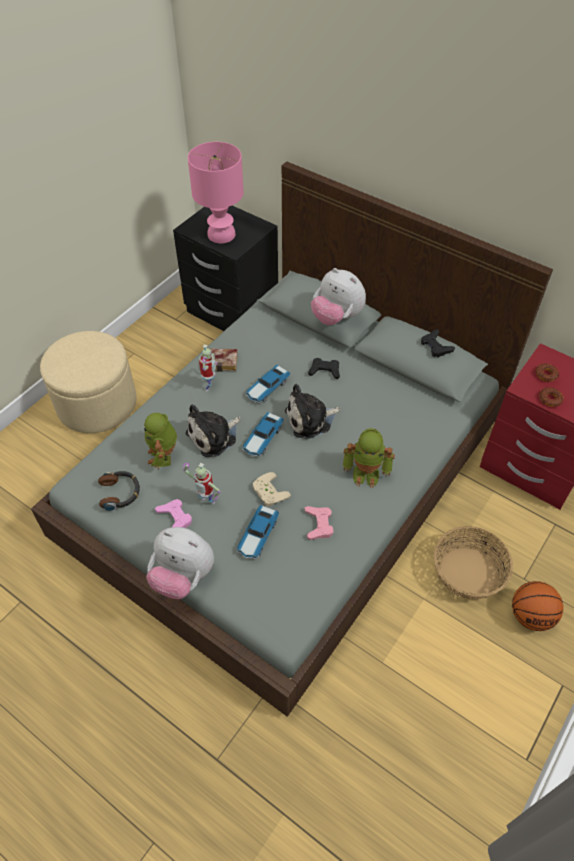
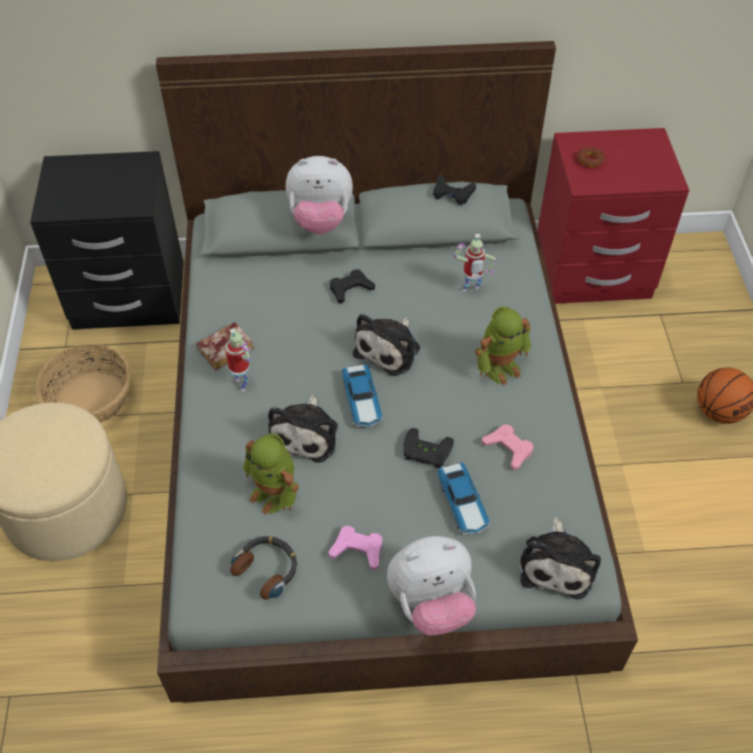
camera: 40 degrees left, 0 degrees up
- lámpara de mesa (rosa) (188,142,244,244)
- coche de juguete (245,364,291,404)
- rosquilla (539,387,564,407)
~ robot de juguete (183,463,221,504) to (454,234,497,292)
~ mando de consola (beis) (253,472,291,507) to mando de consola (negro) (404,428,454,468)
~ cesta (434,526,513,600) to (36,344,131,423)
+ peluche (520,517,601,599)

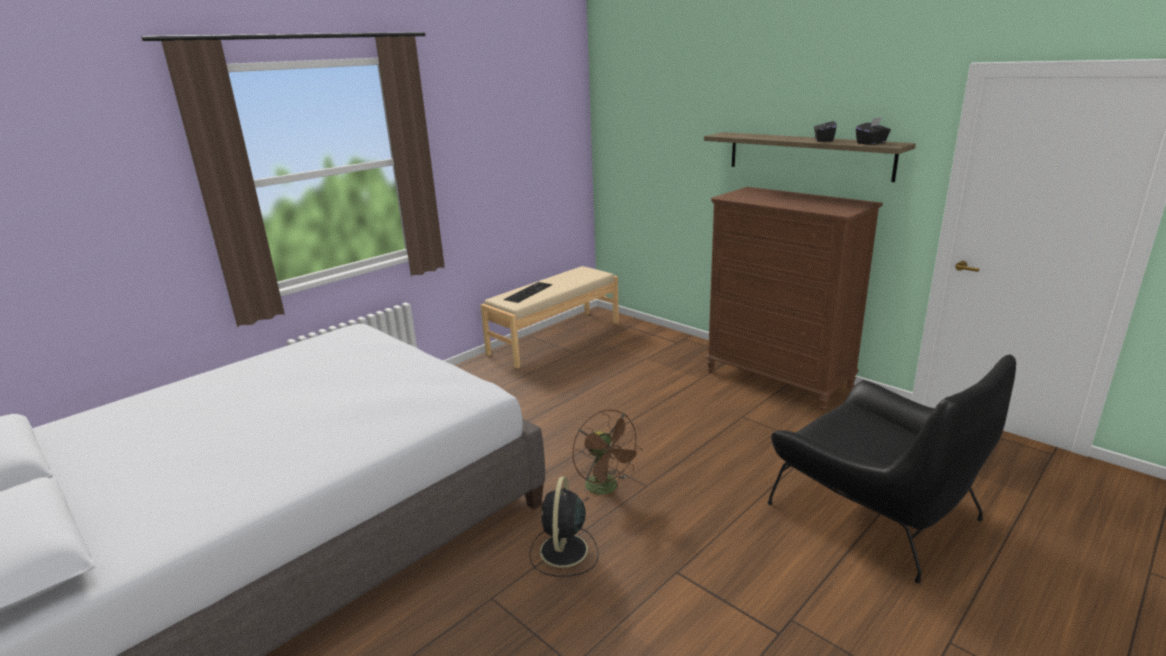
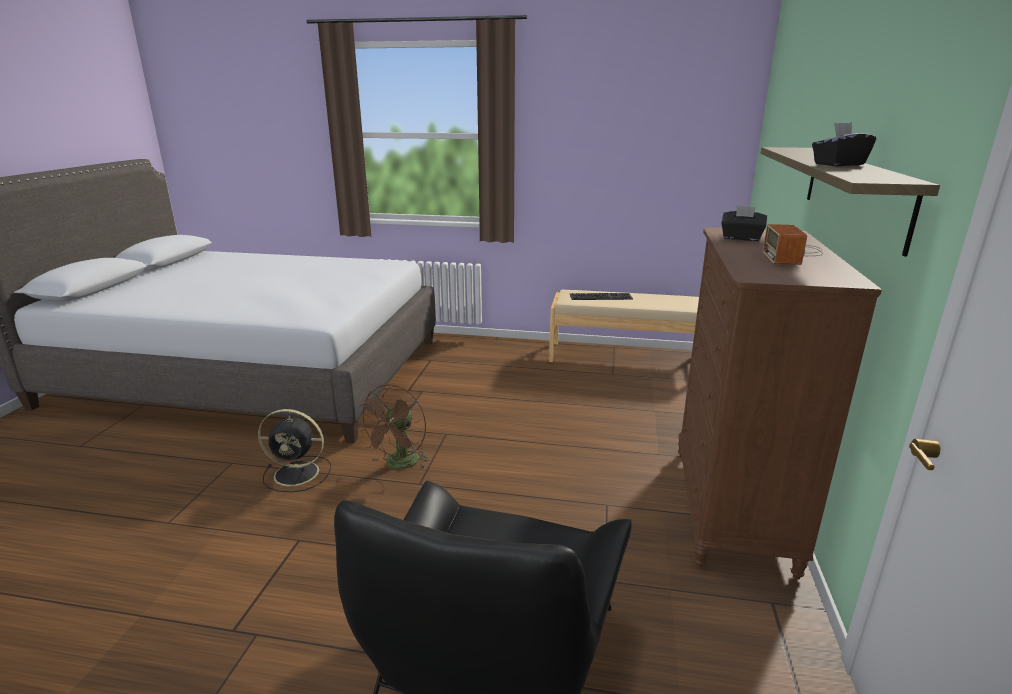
camera: 55 degrees right, 0 degrees up
~ caja de pañuelos (negro) (856,117,891,145) to (721,205,767,241)
~ ventilador (negro) (529,476,599,577) = (258,409,331,492) 150 degrees counterclockwise
+ radio (763,224,823,265)

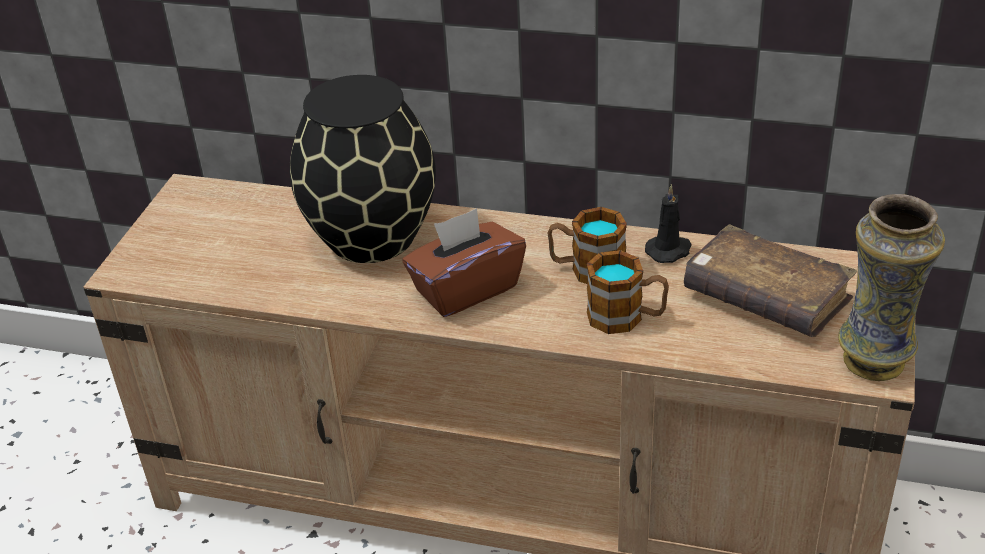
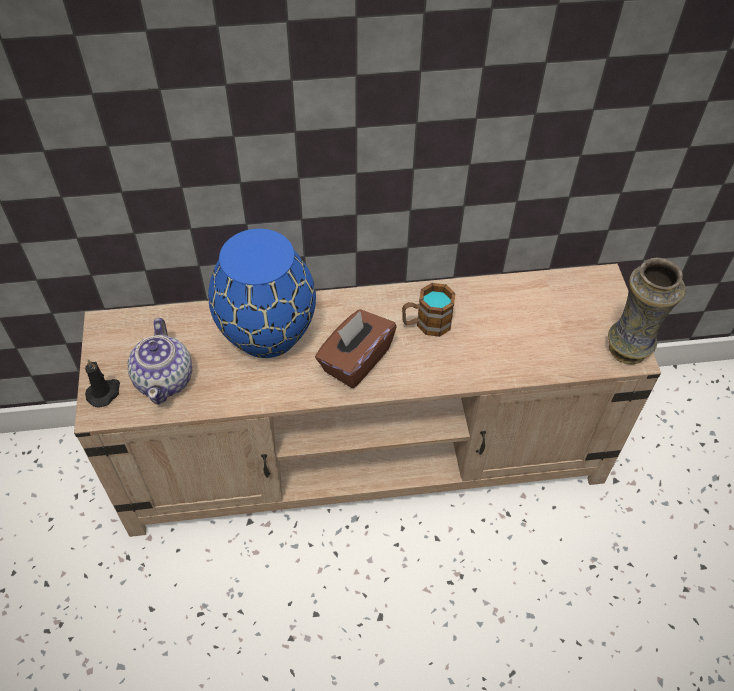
camera: 25 degrees left, 15 degrees up
~ florero (negro) (290,75,436,263) to florero (azul) (208,229,316,358)
~ vela (negro) (645,184,692,263) to (85,359,120,408)
- libro (marrón) (684,225,857,337)
- taza grande (587,250,669,334)
+ tetera (128,318,192,405)

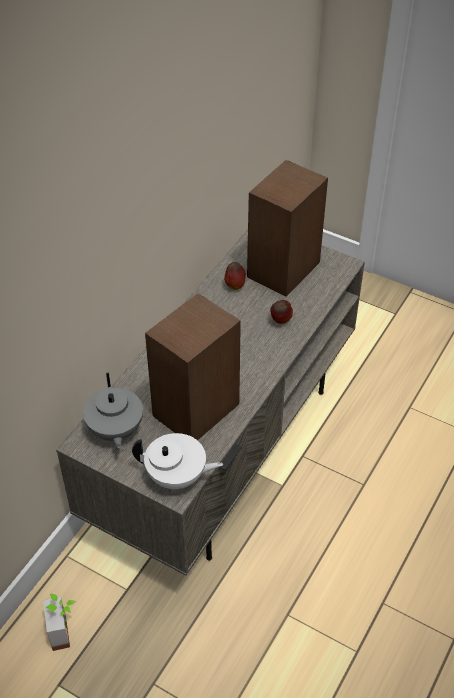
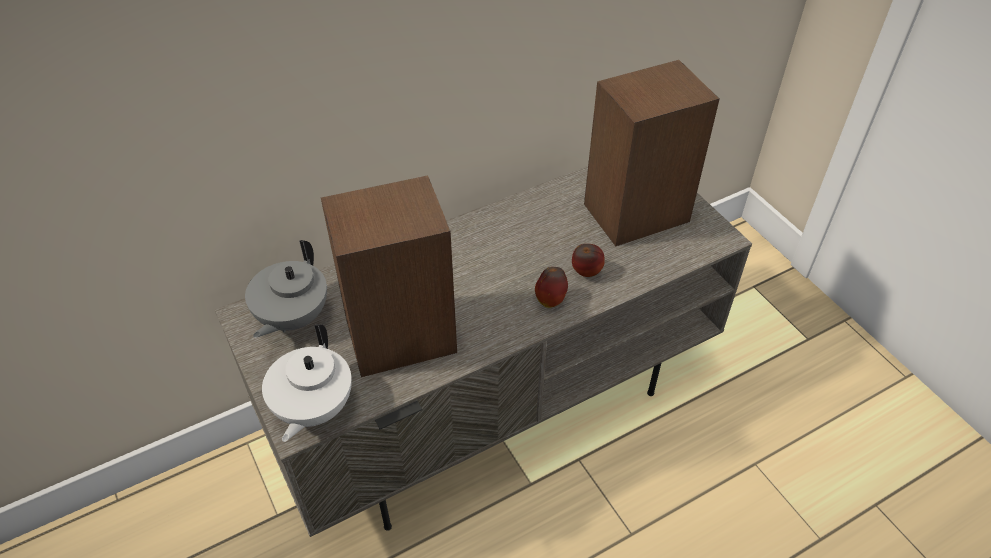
camera: 30 degrees right, 0 degrees up
~ manzana (224,262,246,290) to (535,267,568,308)
~ tetera (blanco) (132,433,223,490) = (262,324,352,442) 60 degrees clockwise
- planta en maceta (43,594,76,651)

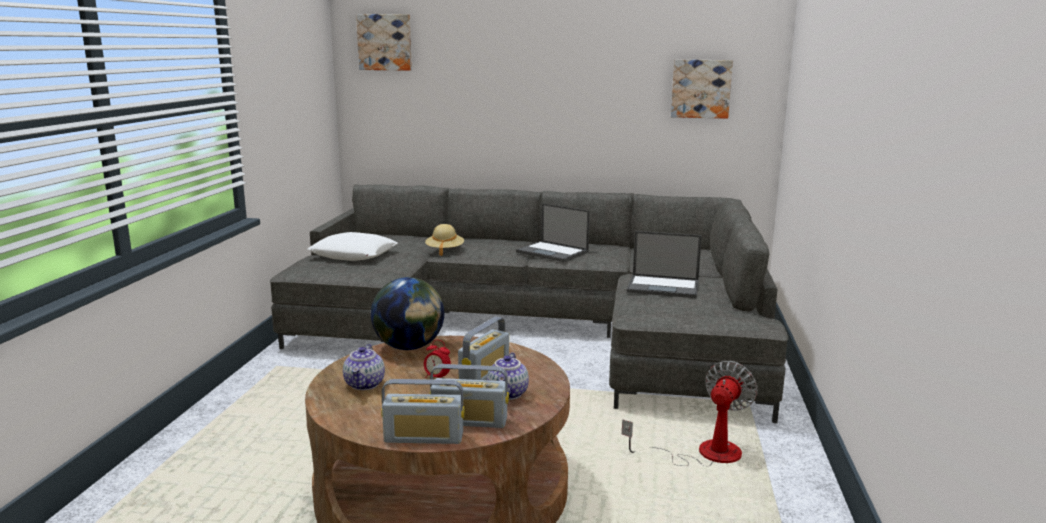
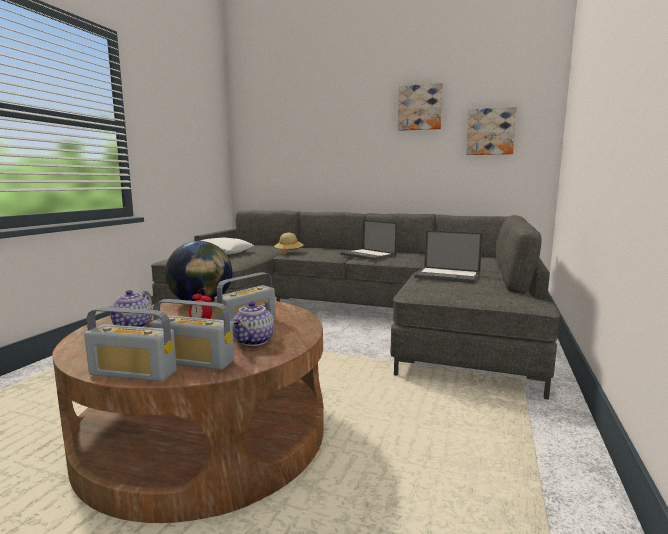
camera: 10 degrees right, 5 degrees down
~ cuadro (356,14,412,71) to (398,83,443,131)
- ventilador (622,361,758,466)

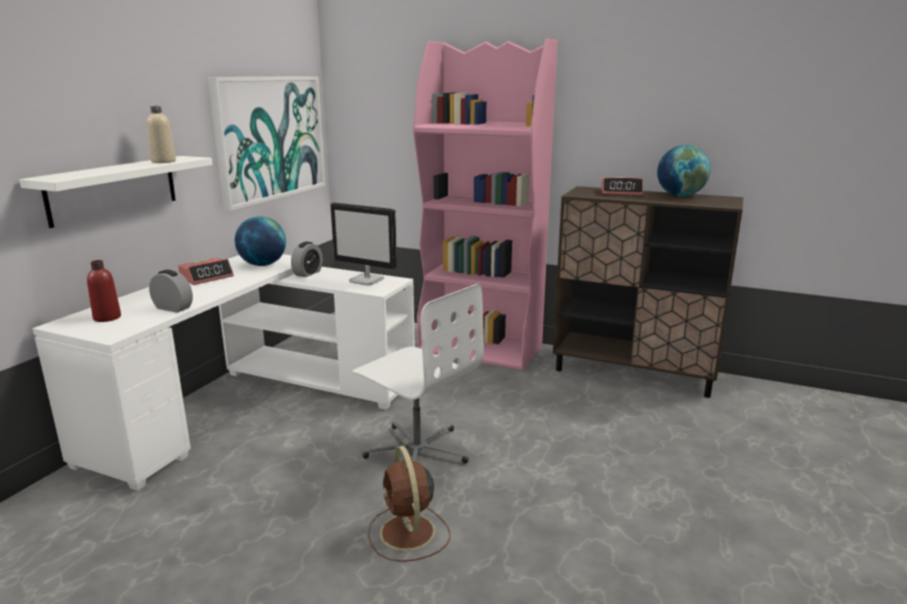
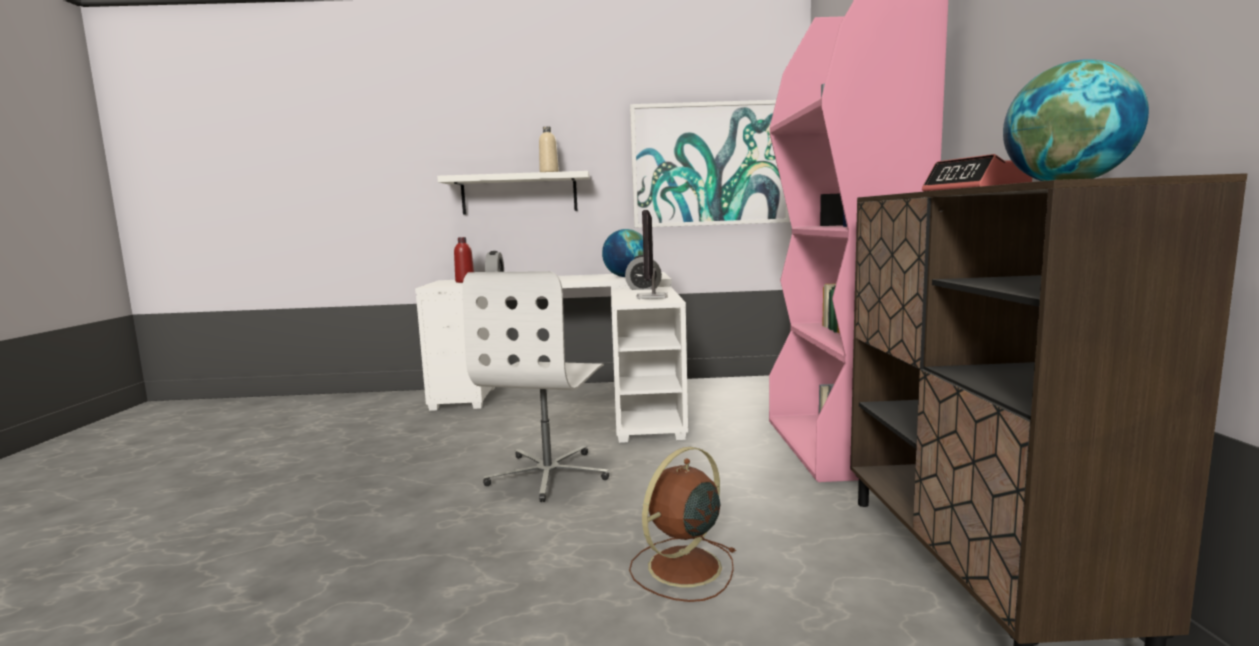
camera: 65 degrees right, 10 degrees down
- despertador (178,258,234,285)
~ ventilador (marrón) (368,446,450,562) to (629,447,736,602)

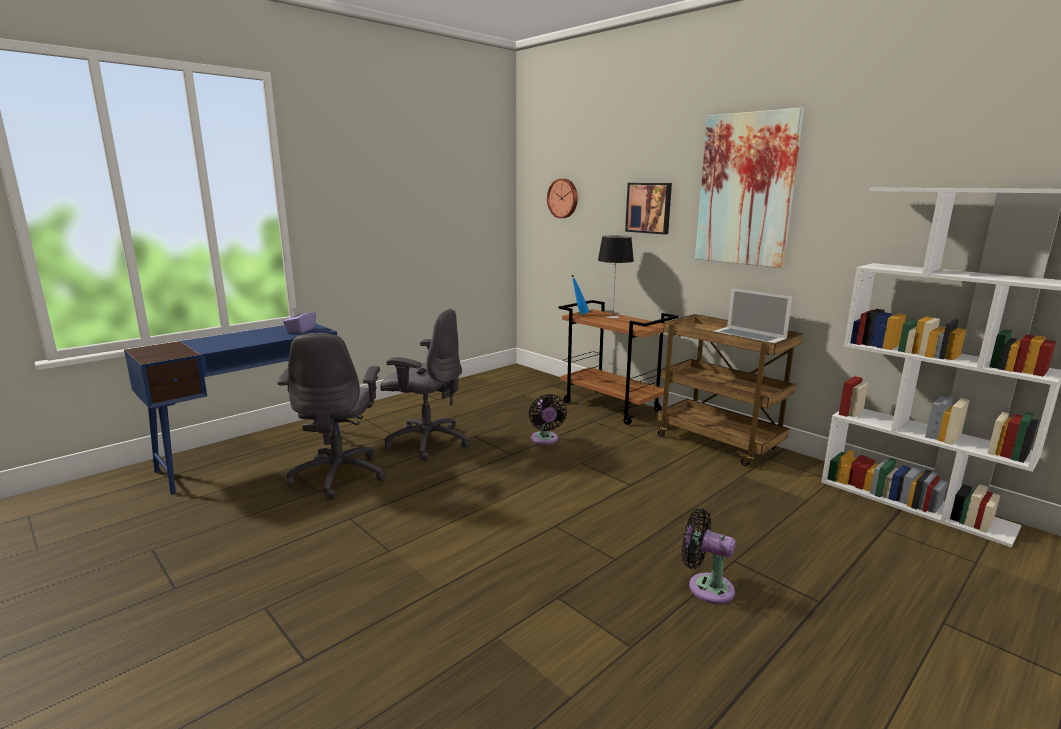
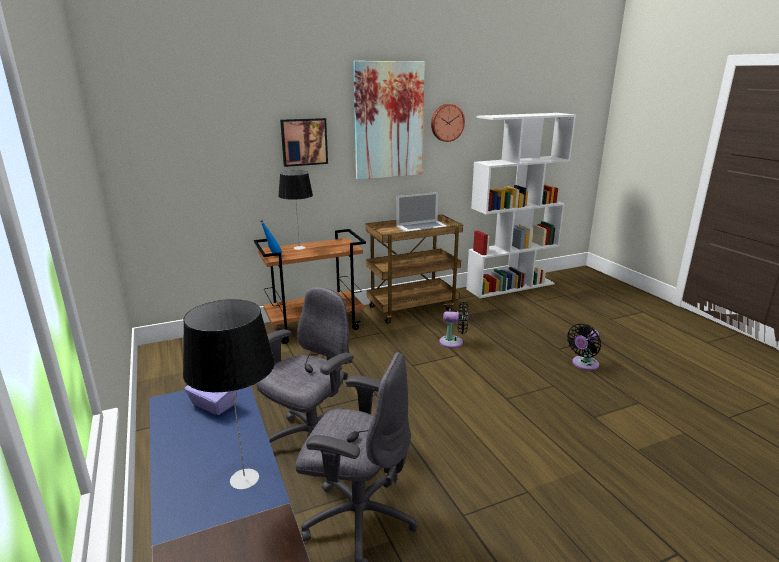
camera: 70 degrees left, 5 degrees up
~ reloj de pared (547,179,578,218) to (431,104,465,142)
~ ventilador (negro) (529,394,567,444) to (439,302,469,348)
+ lámpara de mesa (183,299,275,489)

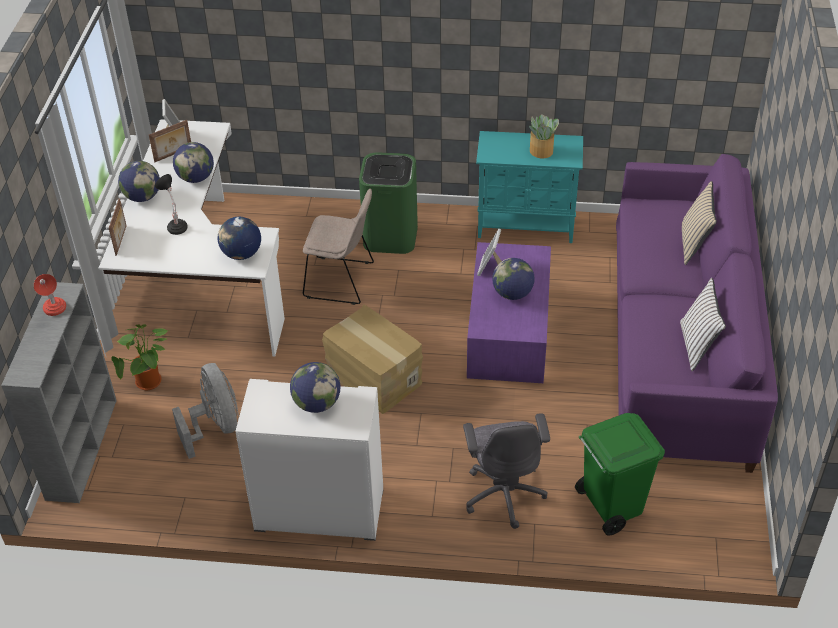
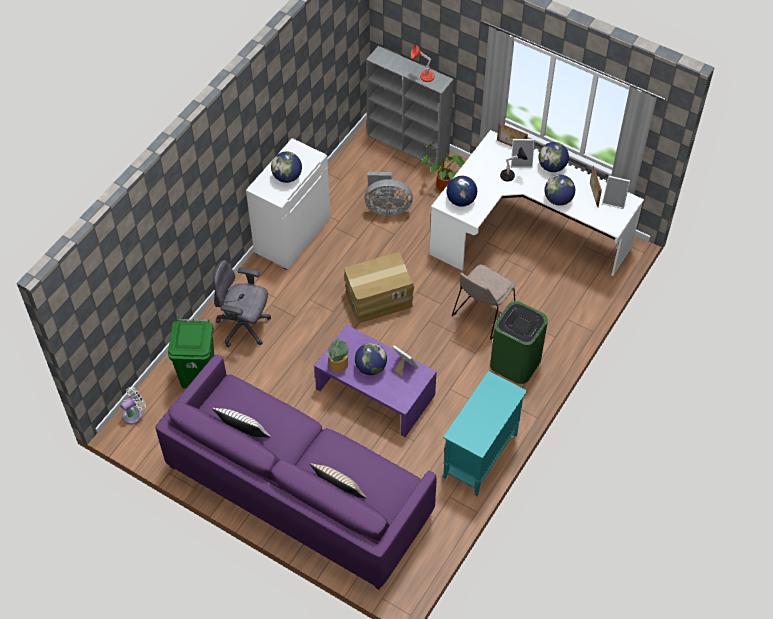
camera: 115 degrees right, 10 degrees up
~ planta en maceta (529,114,559,158) to (326,338,349,373)
+ portarretratos (511,139,535,168)
+ ventilador (blanco) (120,387,146,424)

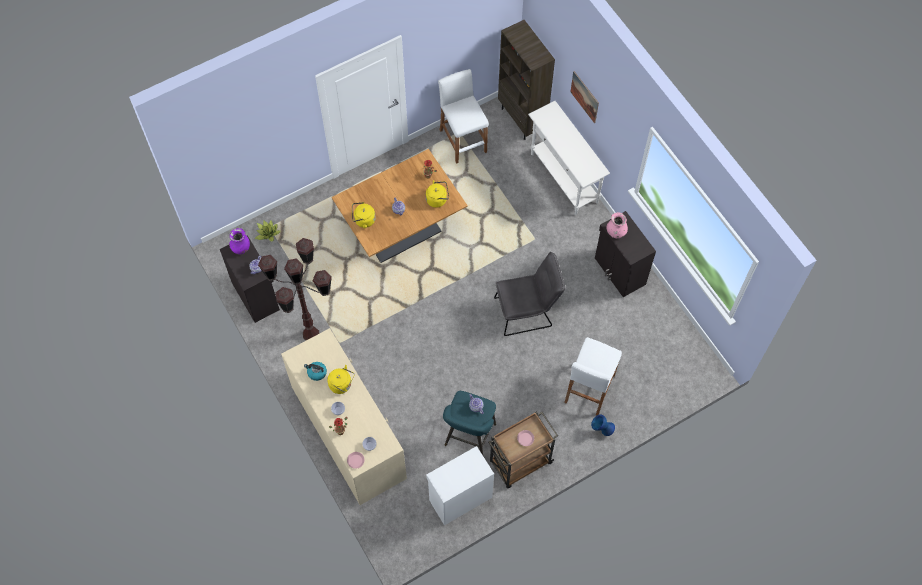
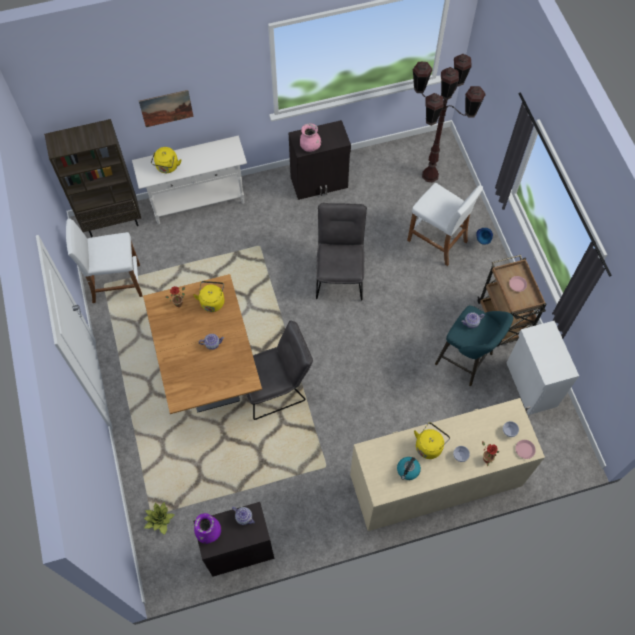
camera: 75 degrees left, 0 degrees up
~ hervidor (amarillo) (352,202,376,228) to (151,147,181,173)
~ lámpara de pie (marrón) (258,238,332,340) to (413,54,486,183)
+ silla (gris) (246,320,313,420)

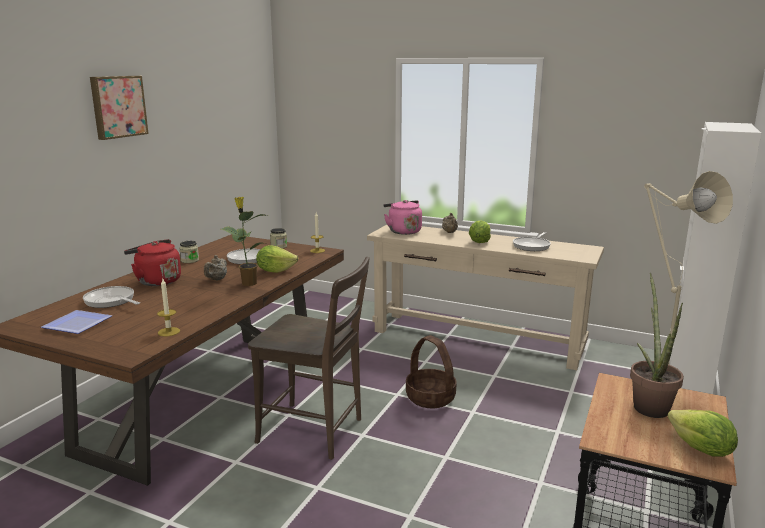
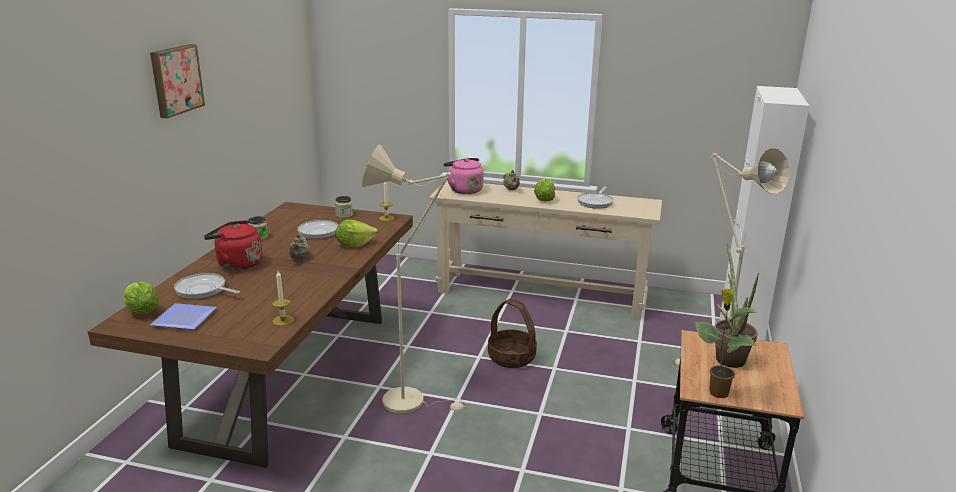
camera: 10 degrees left, 5 degrees up
~ planta en maceta (221,197,267,286) to (695,289,757,398)
~ silla (marrón) (248,257,370,460) to lámpara de pie (beis) (362,144,468,413)
~ lechuga (668,410,738,457) to (124,282,159,315)

